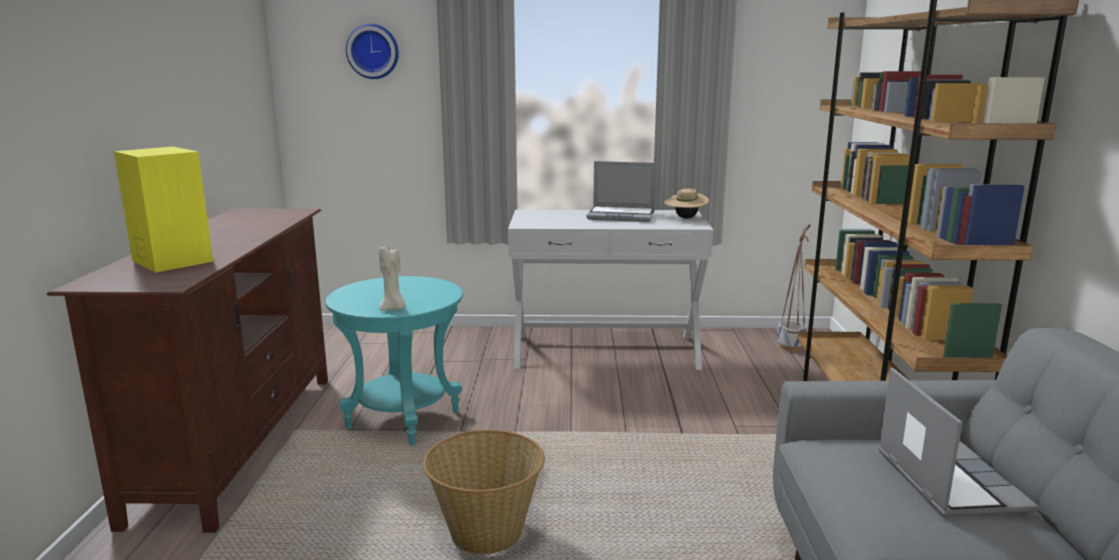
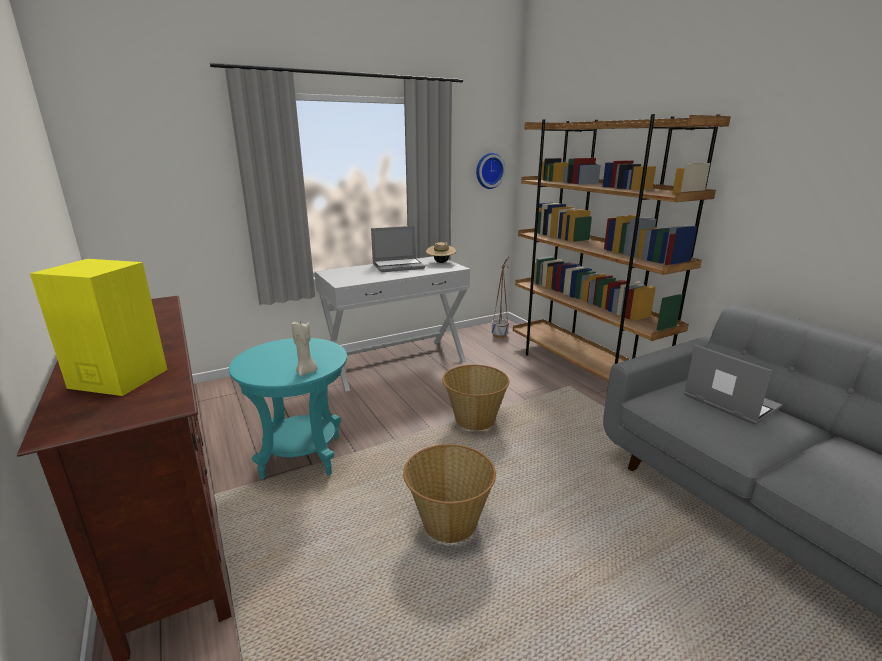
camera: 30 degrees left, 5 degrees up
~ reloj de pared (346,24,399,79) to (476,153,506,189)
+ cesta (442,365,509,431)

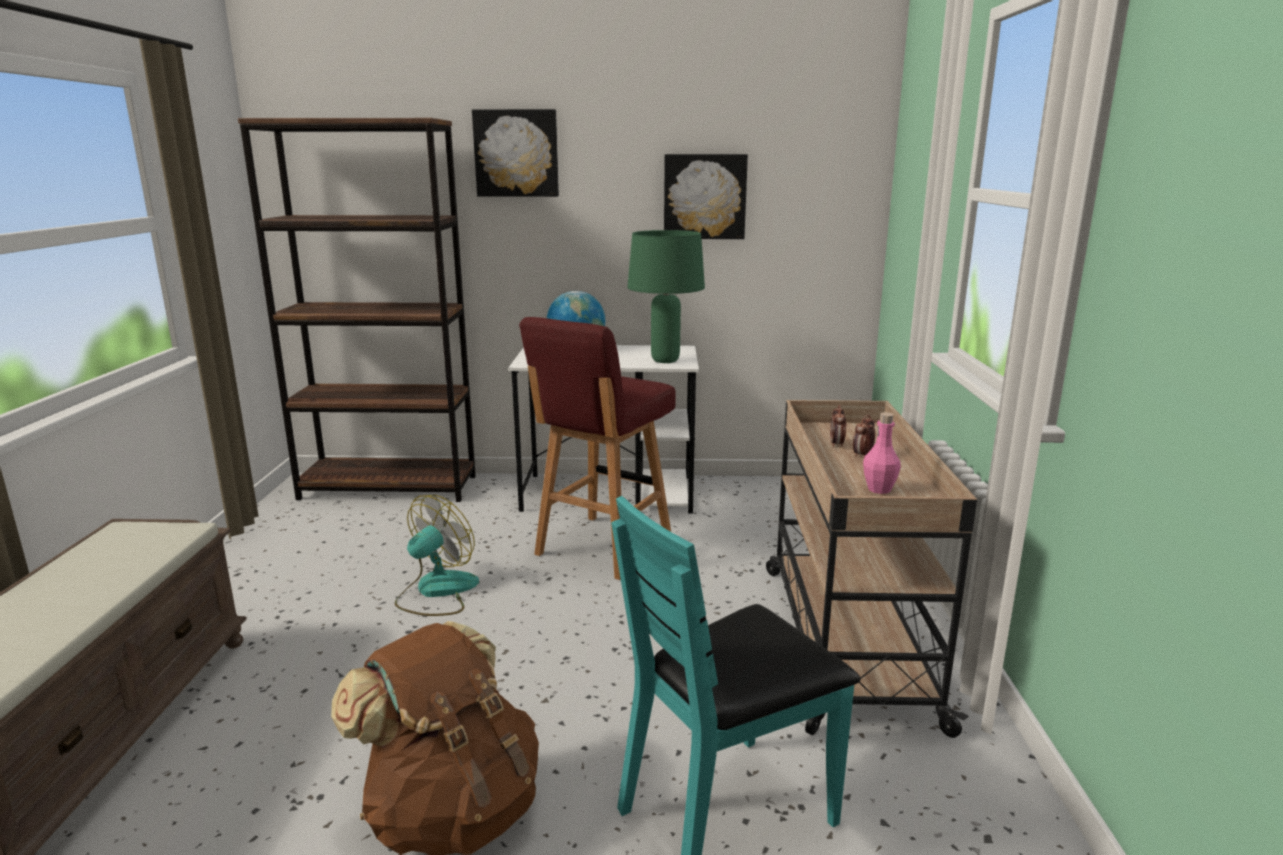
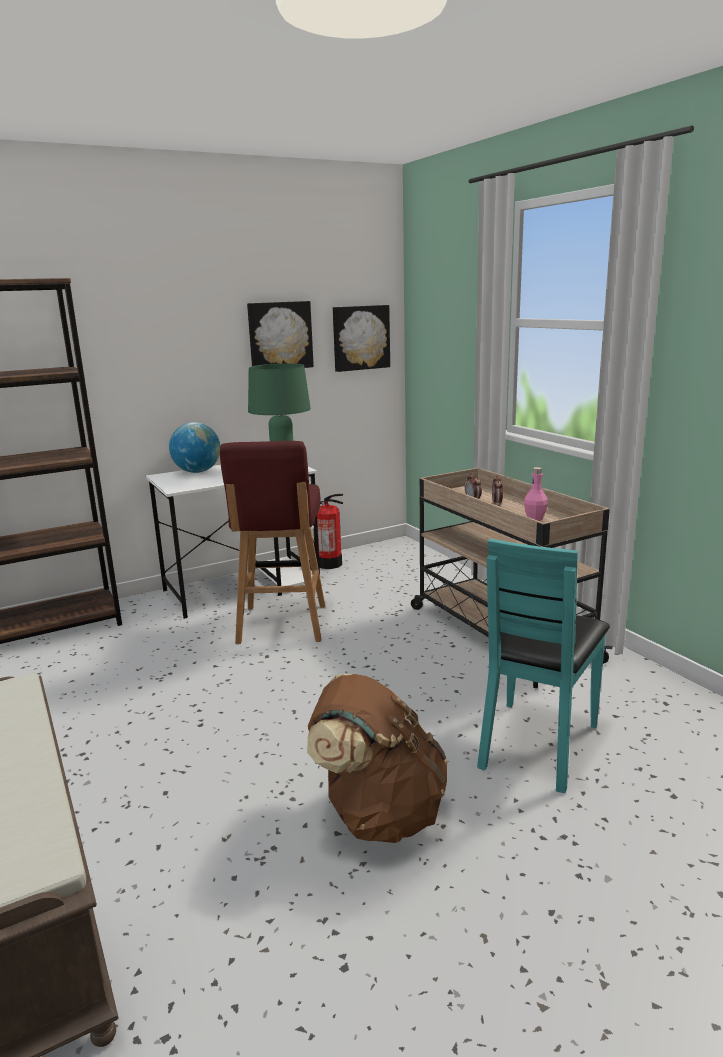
camera: 30 degrees left, 0 degrees up
~ cuadro (472,109,559,197) to (333,305,390,372)
- ventilador (395,495,479,616)
+ extintor (313,494,343,569)

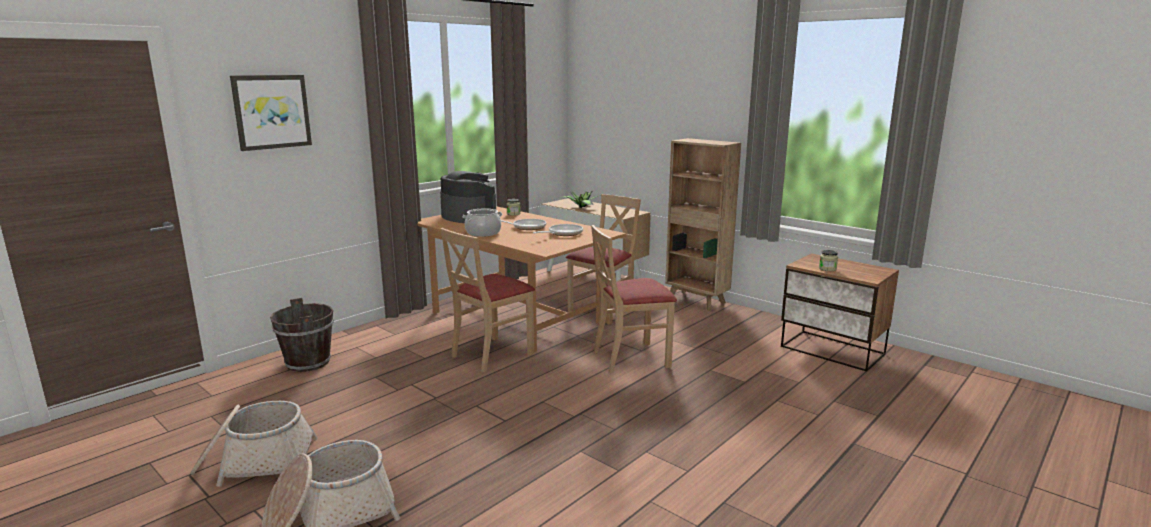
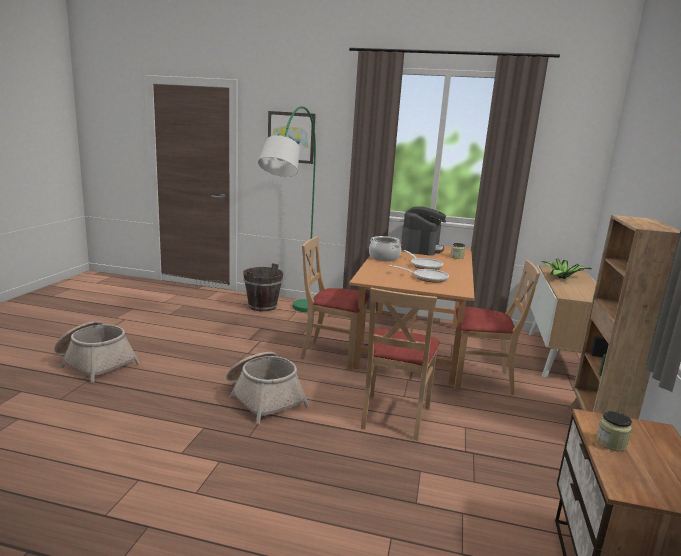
camera: 60 degrees right, 0 degrees up
~ silla (beis) (591,225,677,373) = (361,288,440,441) 120 degrees counterclockwise
~ cesta (190,401,318,487) to (226,352,309,424)
+ lámpara de pie (verde) (258,106,316,312)

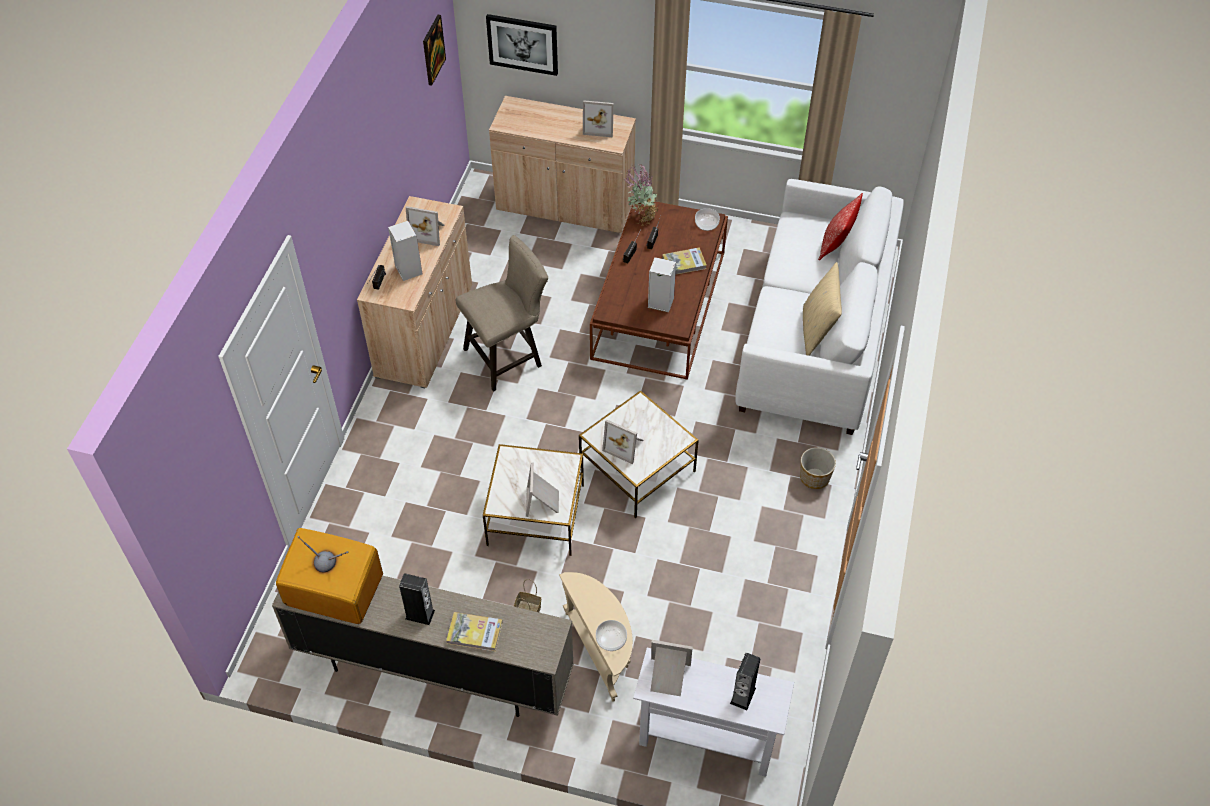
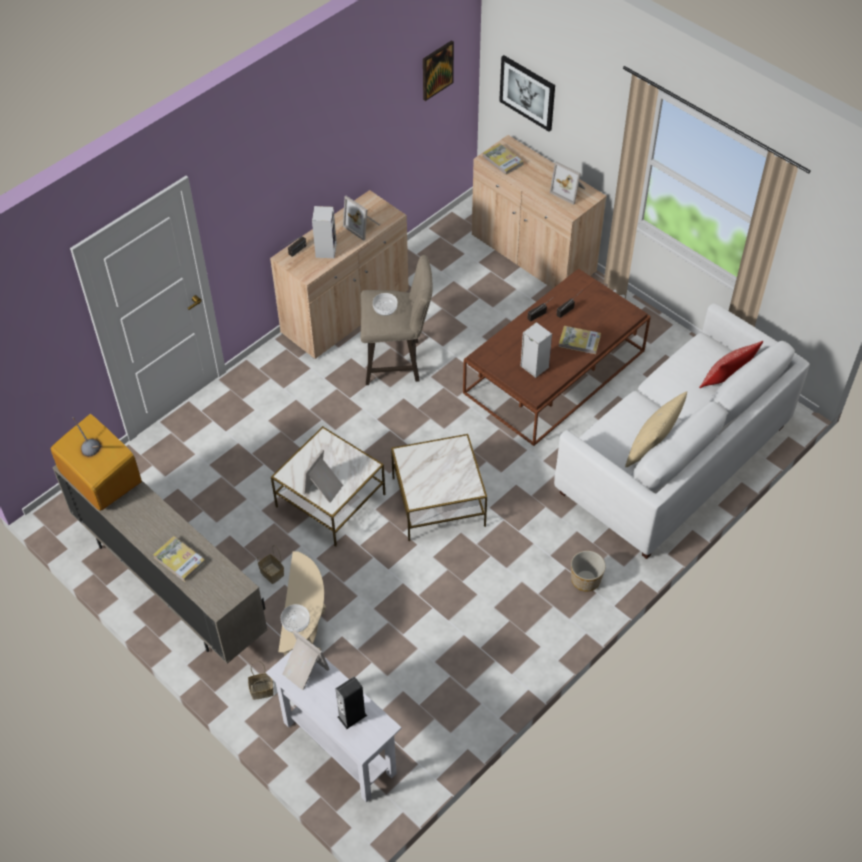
camera: 30 degrees right, 0 degrees up
- planta en maceta (624,164,658,226)
~ cuenco (695,208,720,231) to (373,293,398,316)
- portarretratos (602,419,643,464)
- altavoz (399,573,435,625)
+ libro (483,143,523,175)
+ cesta (248,661,274,700)

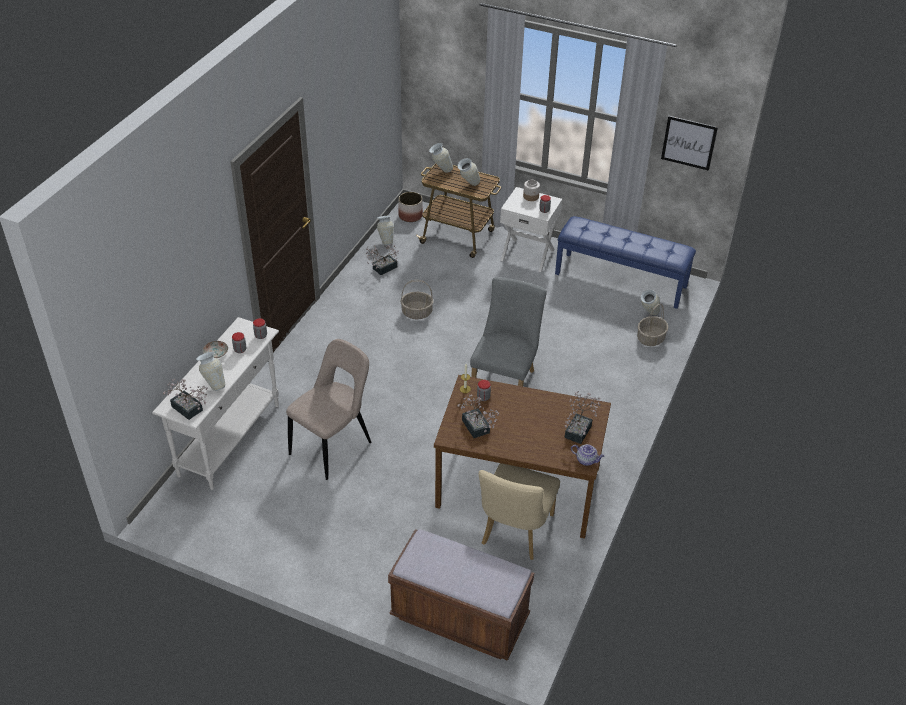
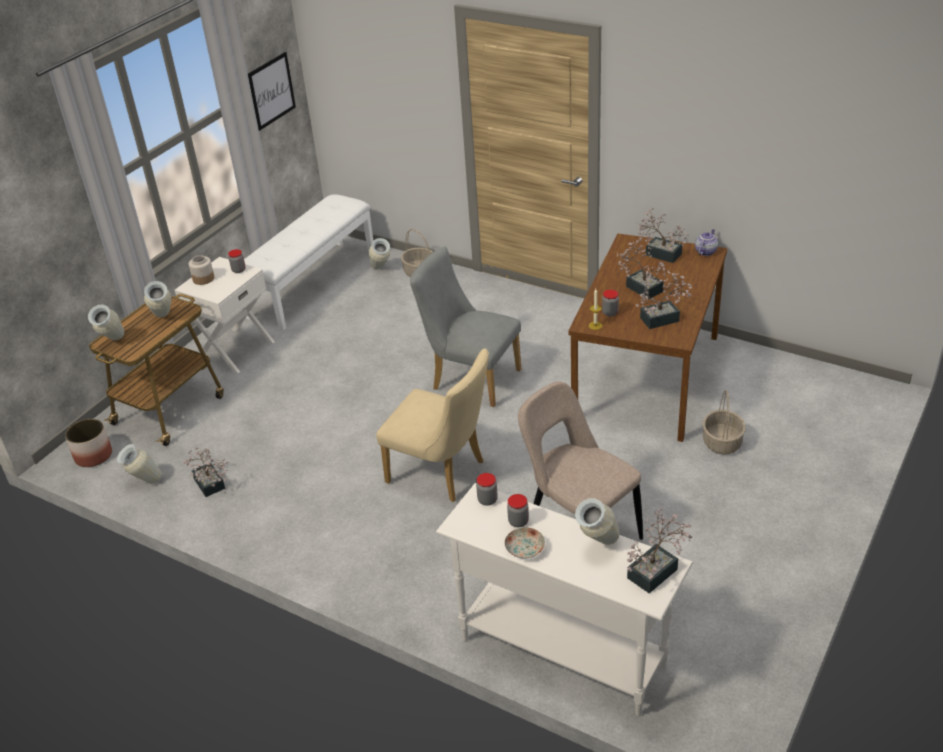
camera: 80 degrees left, 5 degrees down
~ banco (azul) (555,216,696,309) to banco (blanco) (244,194,373,331)
~ cesta (400,280,434,319) to (703,390,746,455)
~ silla (beis) (479,463,560,560) to (376,349,489,502)
- banco (marrón) (388,529,534,661)
+ planta en maceta (617,239,671,298)

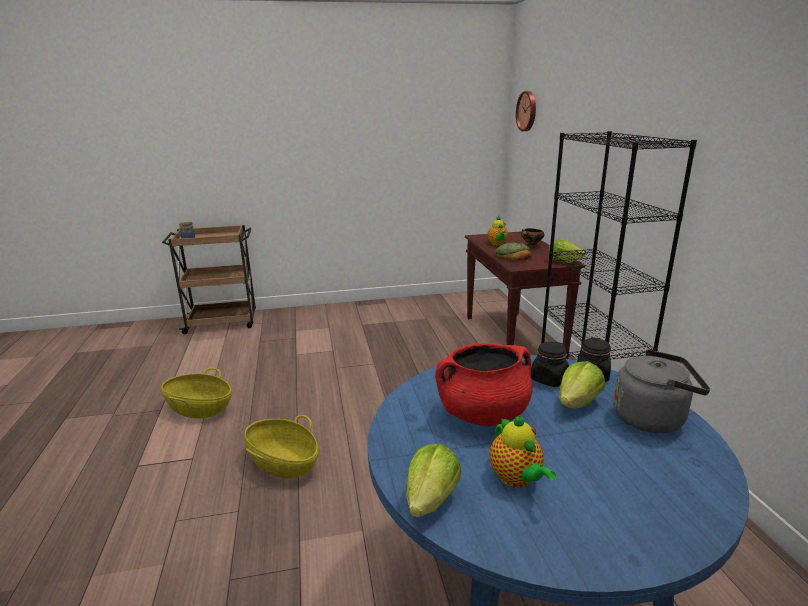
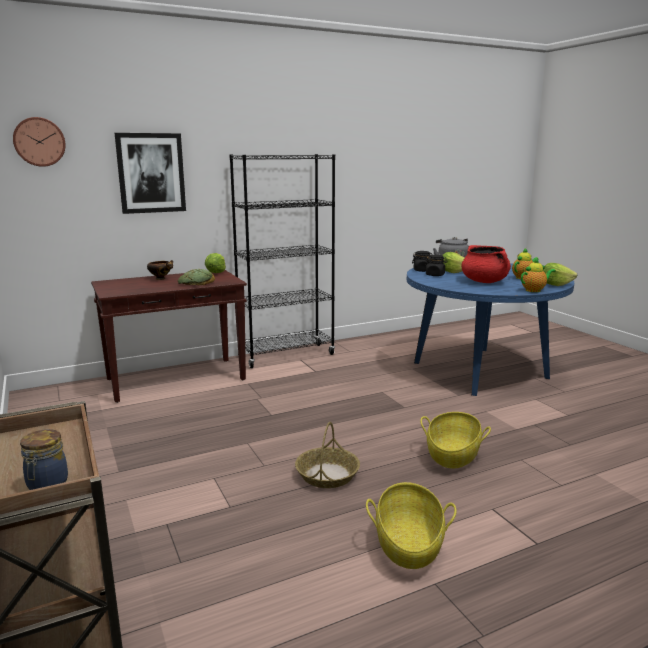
camera: 105 degrees left, 5 degrees down
~ tetera (488,216,508,245) to (521,257,556,292)
+ cuadro (115,133,186,214)
+ cesta (295,422,360,488)

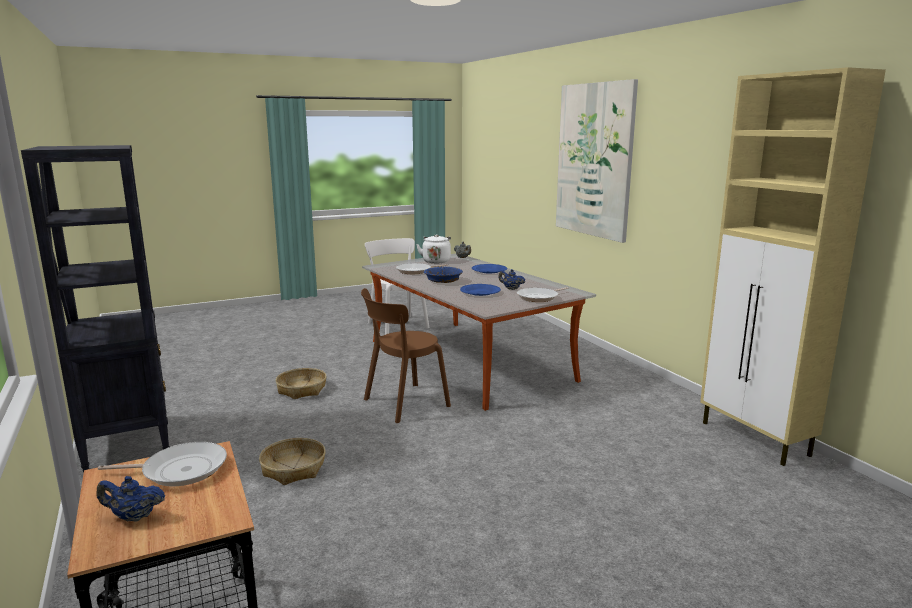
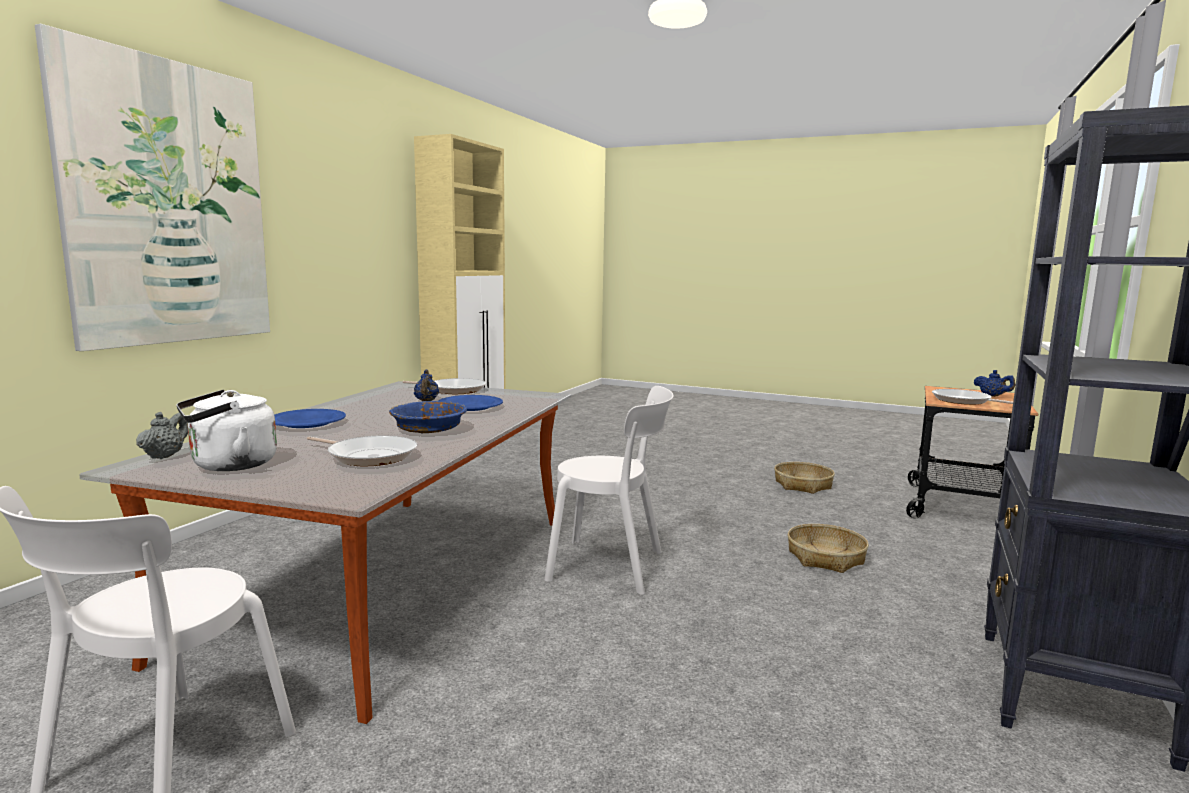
camera: 130 degrees left, 5 degrees down
~ silla (marrón) (361,288,451,423) to silla (blanco) (544,386,674,595)
~ cesta (275,368,327,399) to (774,462,835,494)

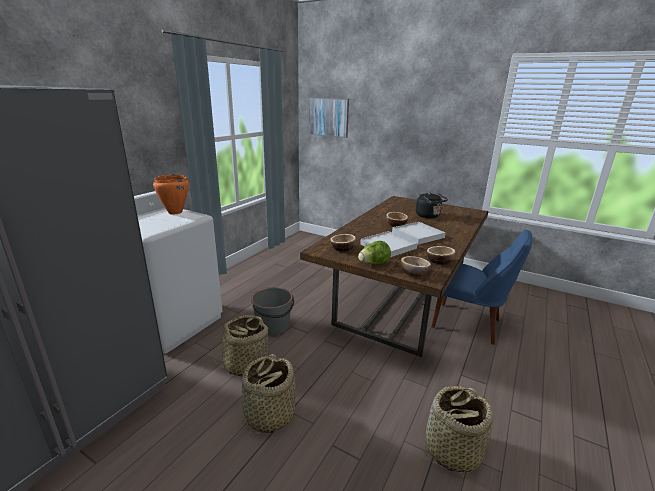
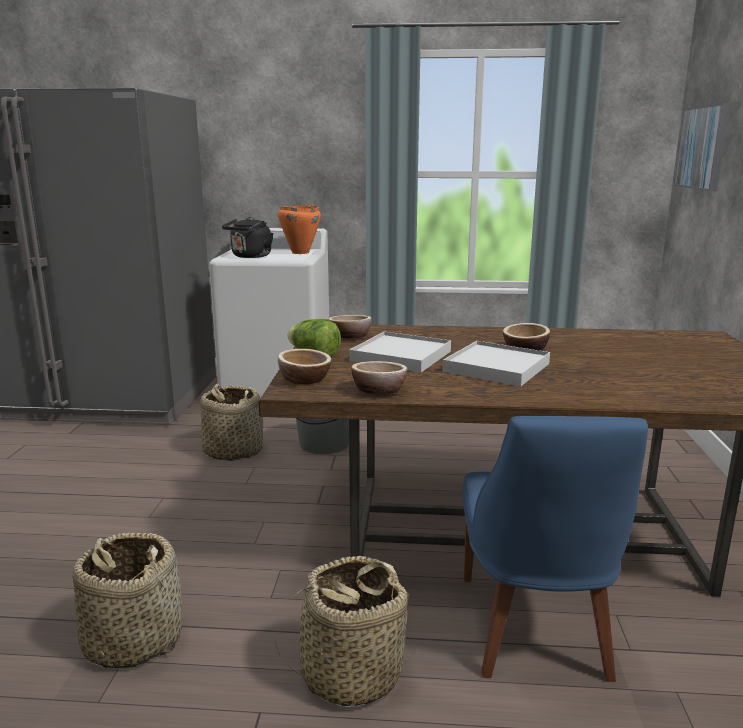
camera: 65 degrees right, 5 degrees down
~ hervidor (negro) (416,193,448,218) to (222,217,273,258)
~ cesta (241,354,296,434) to (274,556,417,708)

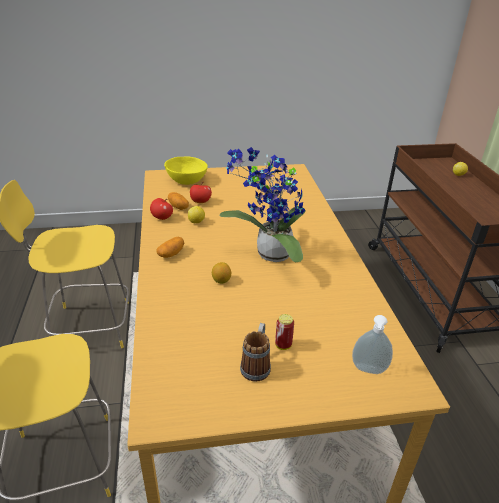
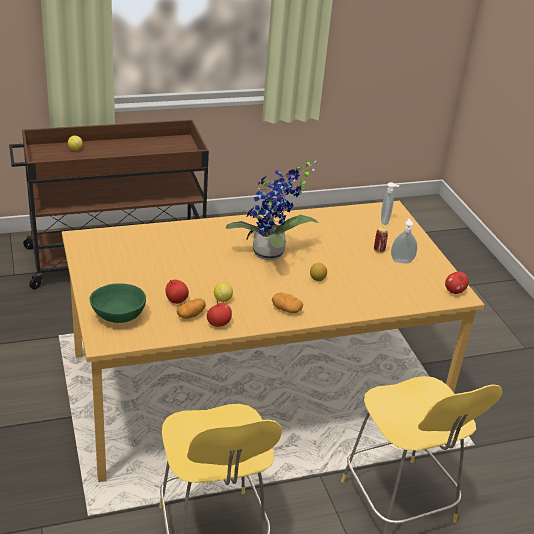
camera: 100 degrees left, 0 degrees up
~ cuenco (amarillo) (164,157,208,185) to cuenco (verde) (89,283,146,323)
~ taza grande (240,323,271,381) to dispensador de jabón (391,219,417,264)
+ manzana (445,272,469,294)

